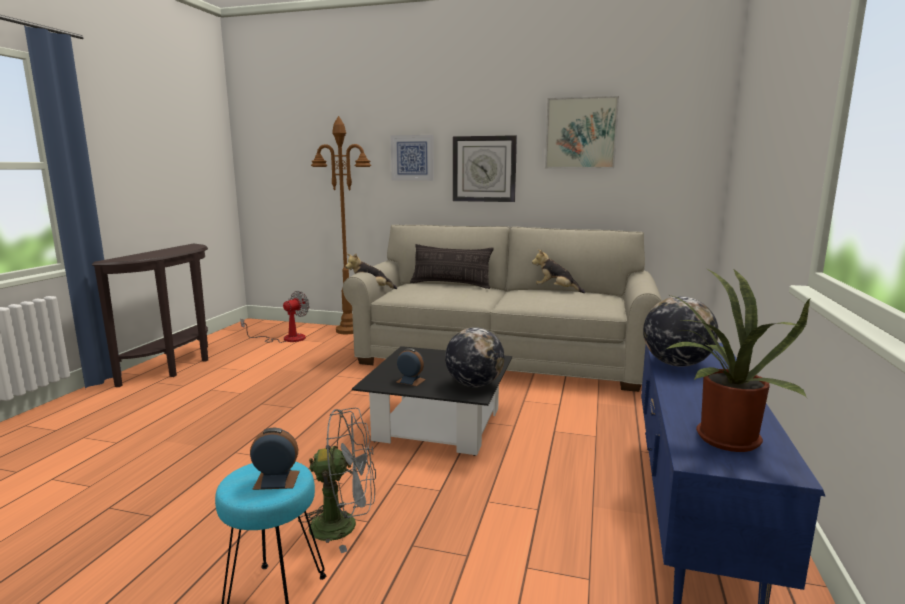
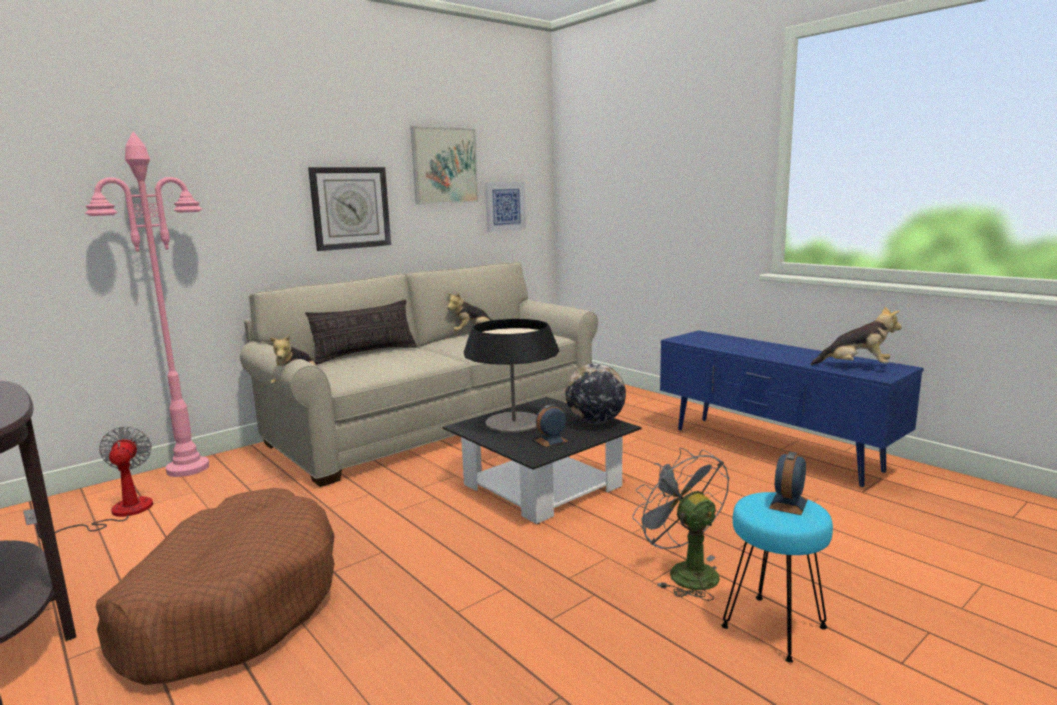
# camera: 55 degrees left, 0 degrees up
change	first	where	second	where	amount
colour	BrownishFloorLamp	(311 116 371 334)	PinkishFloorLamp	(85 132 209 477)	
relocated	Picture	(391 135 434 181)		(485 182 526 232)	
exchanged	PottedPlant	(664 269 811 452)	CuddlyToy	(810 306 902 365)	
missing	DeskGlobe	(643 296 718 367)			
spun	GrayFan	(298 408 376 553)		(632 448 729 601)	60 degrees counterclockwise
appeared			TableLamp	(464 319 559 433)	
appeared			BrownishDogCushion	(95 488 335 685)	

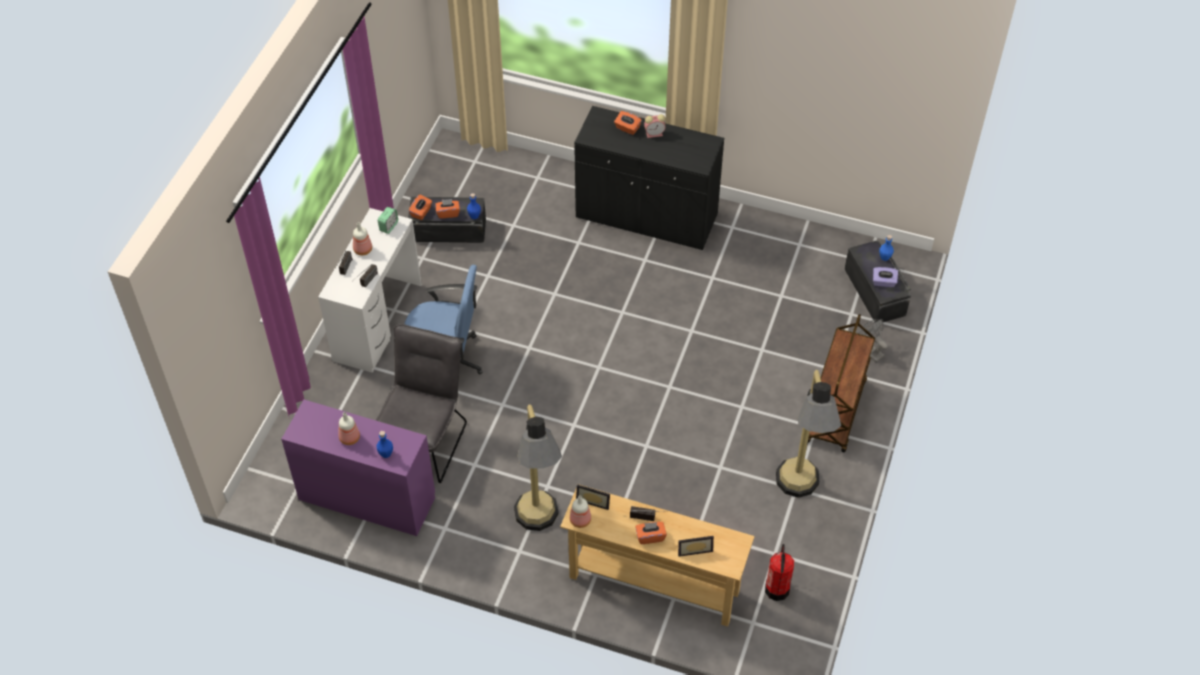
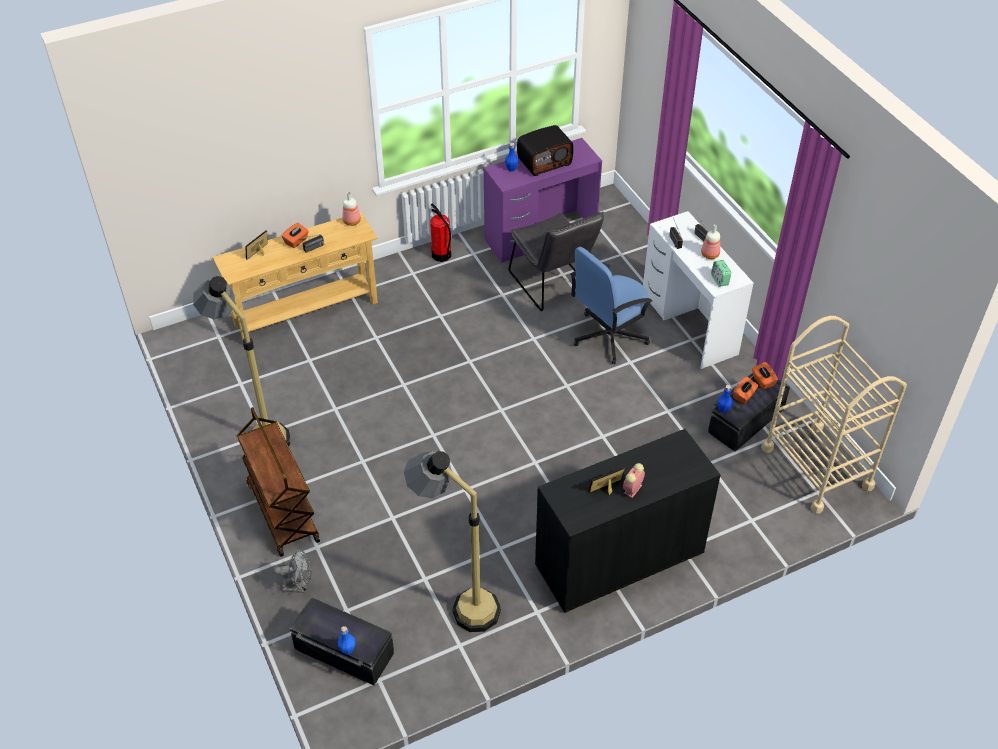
# camera: 135 degrees right, 5 degrees down
change	first	where	second	where	amount
missing	OrangeColouredBoxOfTissues	(614 111 642 135)			
missing	PurplishBoxOfTissues	(873 267 898 287)			
relocated	FloorLamp	(514 404 562 531)		(404 451 501 632)	
exchanged	DrinkBottle	(338 412 360 445)	Radio	(517 125 573 176)	
relocated	StandingFrame	(576 484 610 510)		(589 467 625 495)	
relocated	Extinguisher	(765 544 794 601)		(430 204 451 262)	
appeared			BeigeTrolley	(761 316 907 514)	

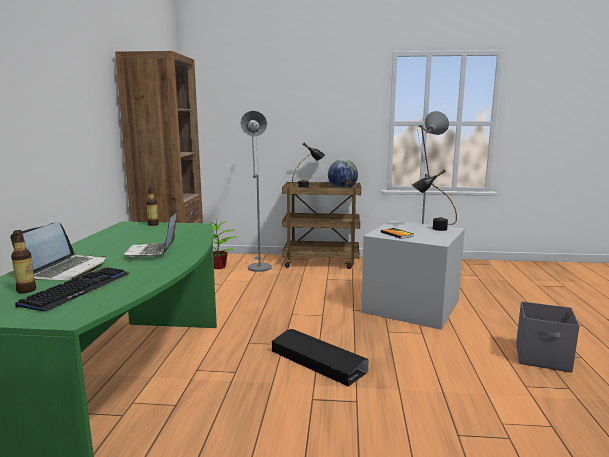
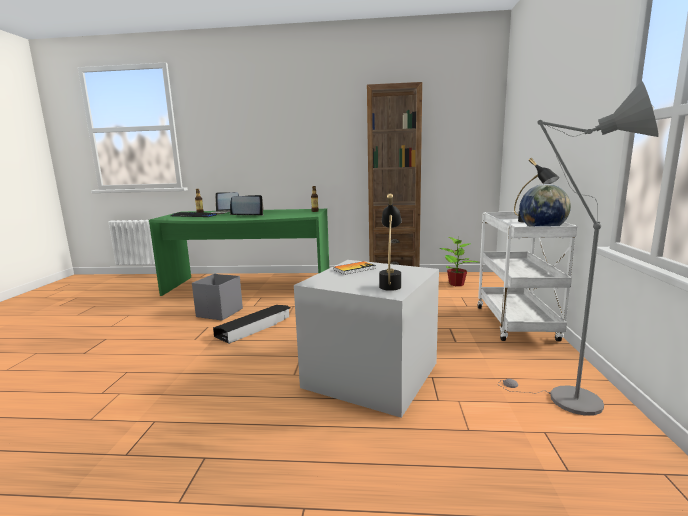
# camera: 90 degrees right, 0 degrees up
change	first	where	second	where	amount
missing	GrayFloorLamp	(240 111 272 272)			
colour	BrownishTrolley	(282 182 361 269)	WhiteColouredTrolley	(477 211 577 341)	
relocated	GrayStorageBox	(516 301 580 373)		(192 274 243 321)	

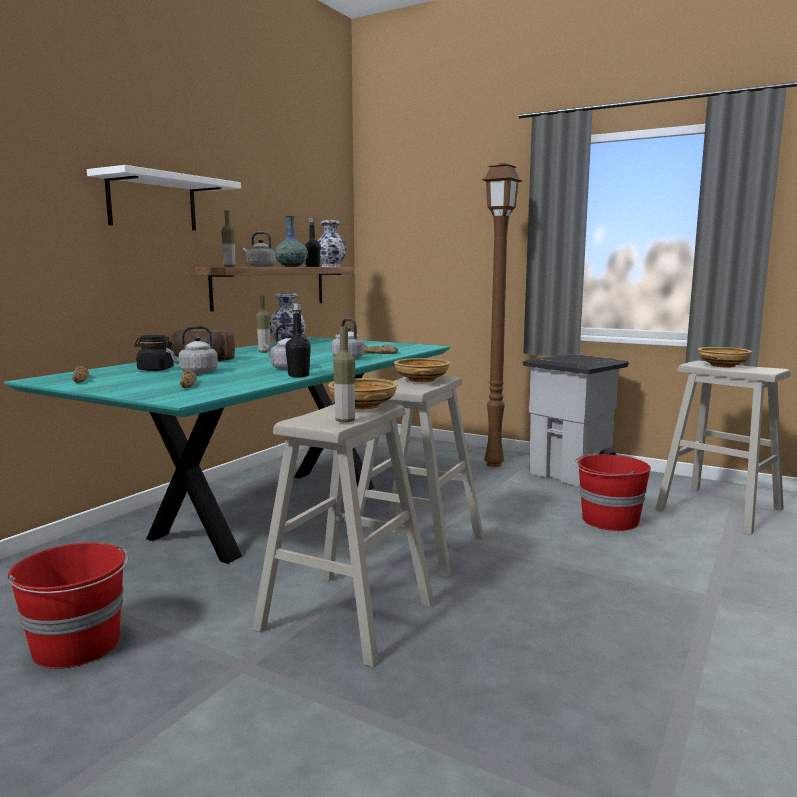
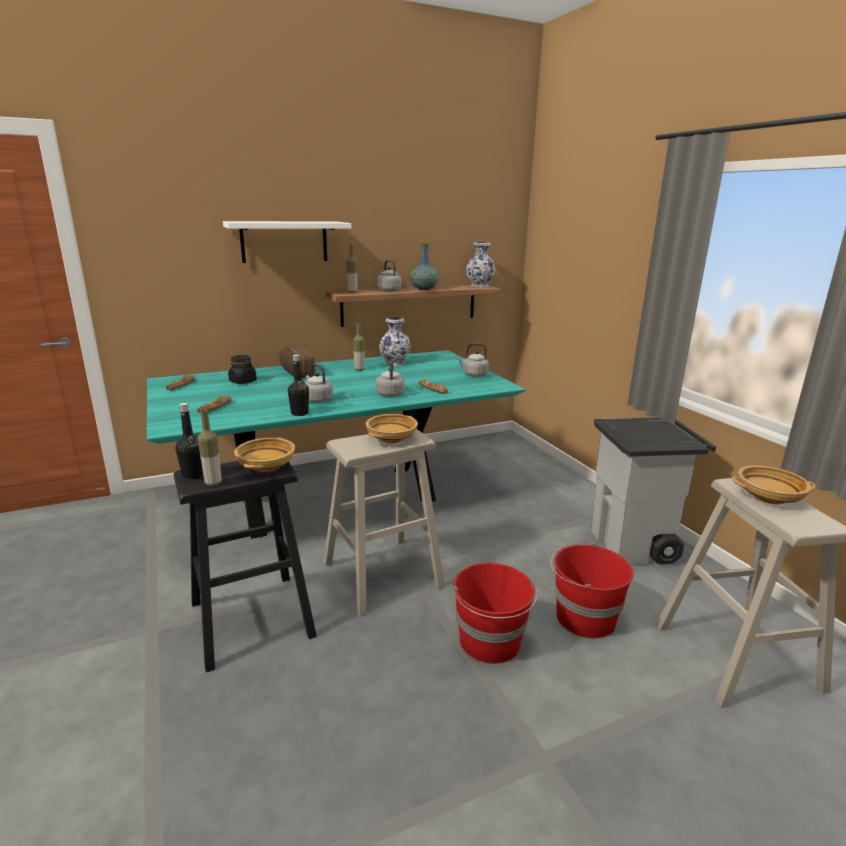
# camera: 35 degrees right, 10 degrees up
change	first	where	second	where	amount
missing	BrownishFloorLamp	(481 163 522 467)			
relocated	BlackDrinkBottle	(304 218 321 267)		(175 403 203 479)	
relocated	GrayKettle	(166 326 218 374)		(457 343 489 377)	
colour	BeigeSittingStool	(252 403 434 667)	BlackSittingStool	(174 461 317 672)	
relocated	ReddishWaterBucket	(8 542 129 669)		(453 563 538 664)	

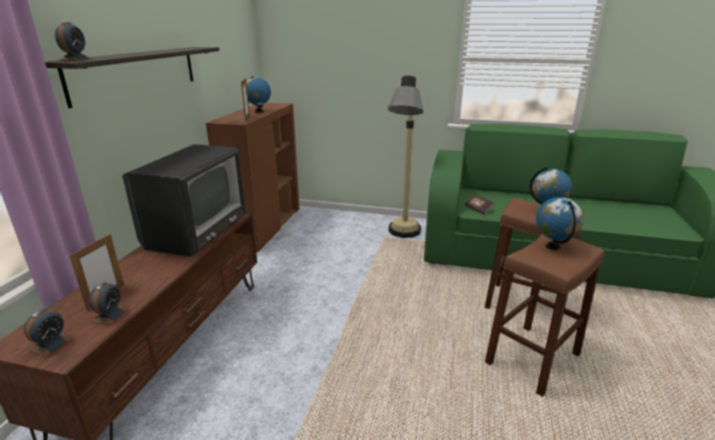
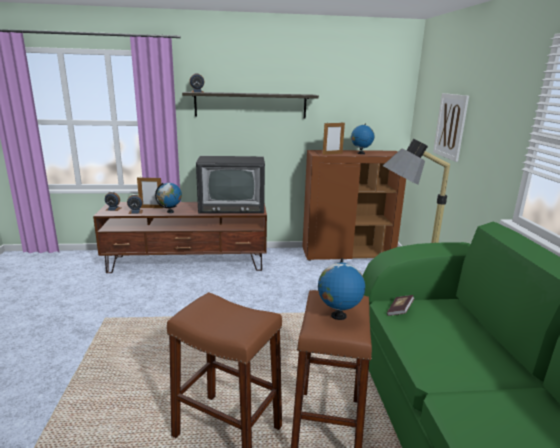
# camera: 70 degrees right, 5 degrees down
change	first	where	second	where	amount
relocated	DeskGlobe	(536 197 583 250)		(155 183 182 213)	
appeared			Picture	(433 93 469 162)	

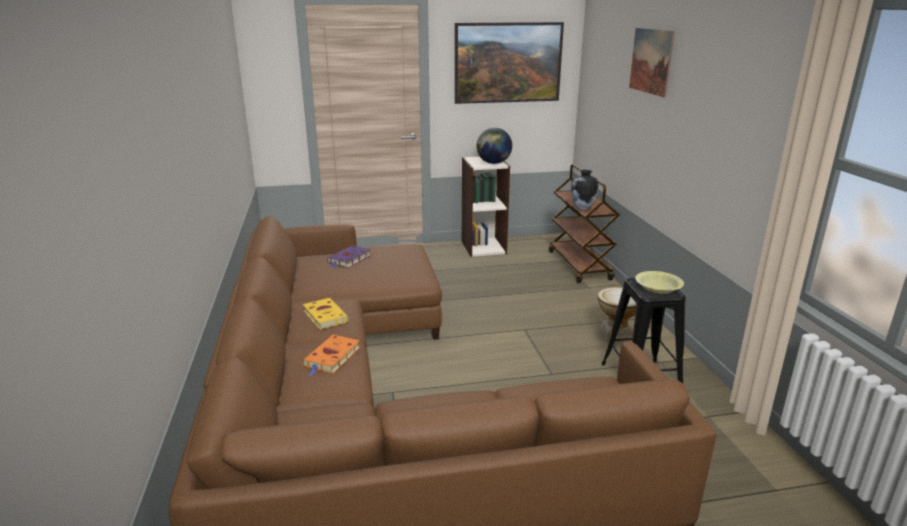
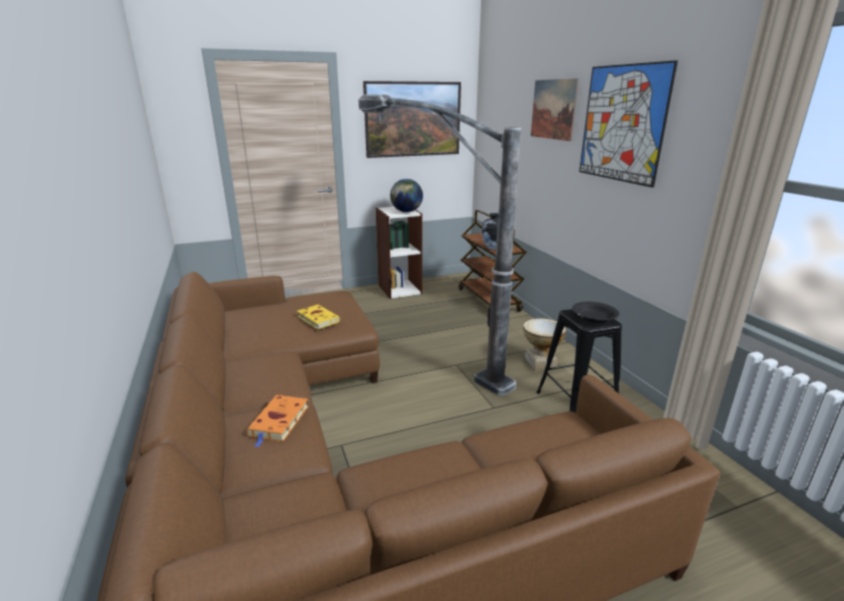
# camera: 10 degrees left, 0 degrees up
change	first	where	second	where	amount
missing	PurplishBook	(327 245 371 268)			
colour	YellowDeepDish	(635 271 684 294)	BlackDeepDish	(572 302 619 323)	
relocated	YellowBook	(303 298 349 330)		(297 305 340 330)	
appeared			Picture	(579 60 678 188)	
appeared			FloorLamp	(359 94 521 396)	

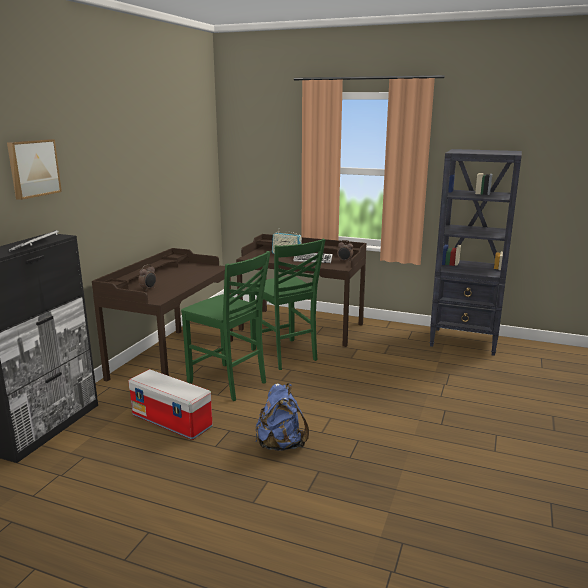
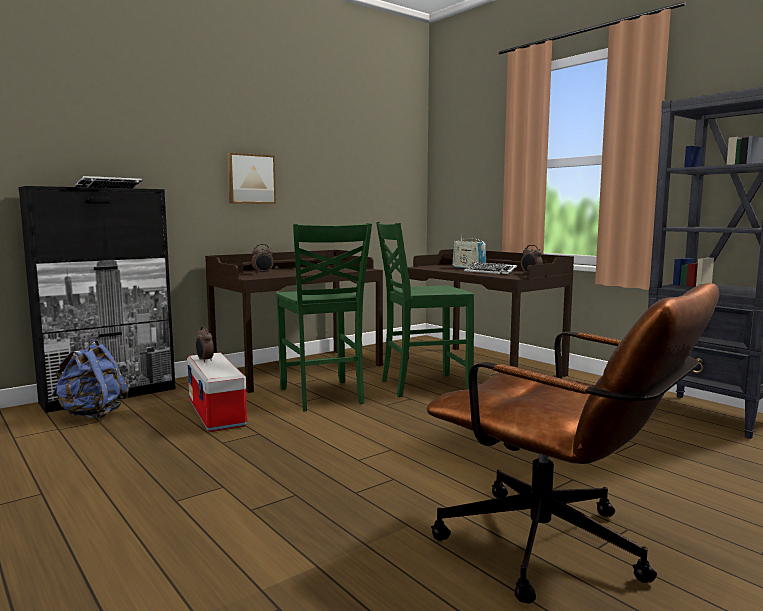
# camera: 30 degrees right, 10 degrees down
change	first	where	second	where	amount
relocated	Picture	(7 139 62 200)		(227 153 276 204)	
spun	GreenChair	(249 239 325 370)		(376 222 474 397)	75 degrees clockwise
relocated	BlueBackpack	(256 383 309 451)		(52 339 129 419)	
appeared			BrownishComputerChair	(427 283 719 604)	
appeared			TableClock	(196 326 214 363)	

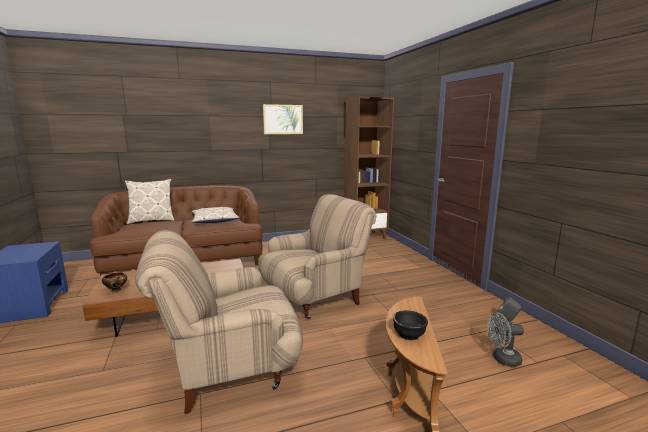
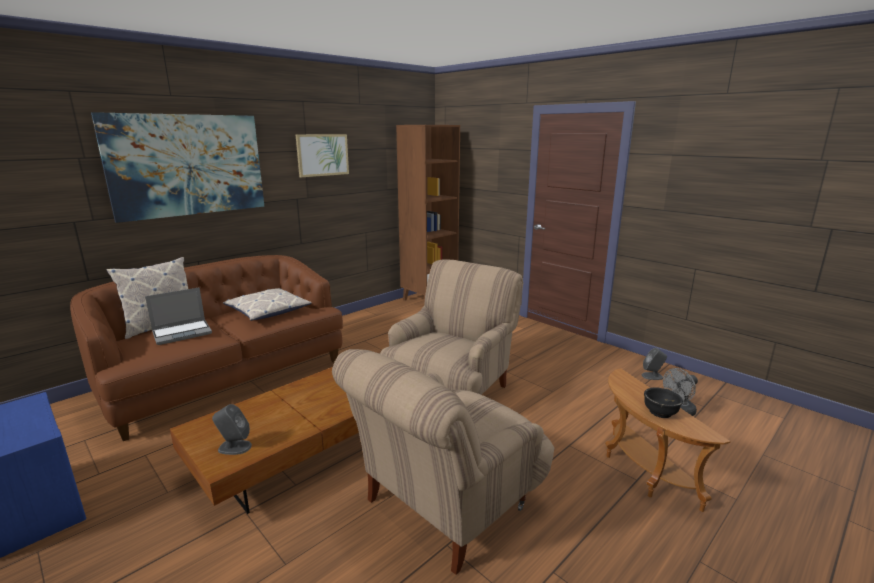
# camera: 25 degrees left, 5 degrees up
change	first	where	second	where	amount
exchanged	DeepDish	(102 272 127 292)	GrayAudioSpeaker	(212 404 252 455)	
appeared			Picture	(91 112 264 223)	
appeared			NotebookComputer	(145 287 212 345)	

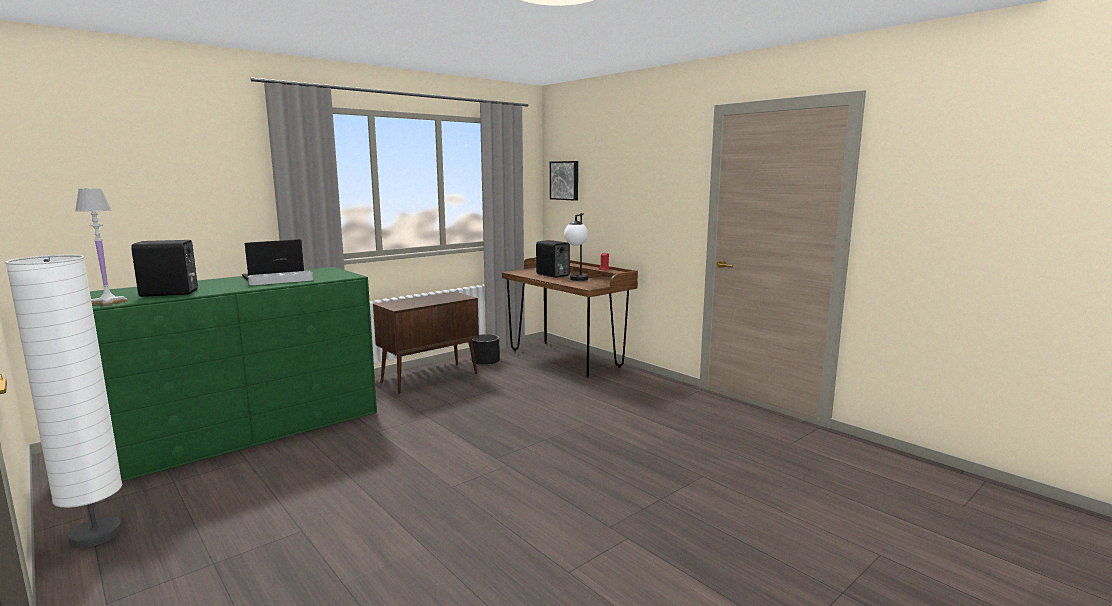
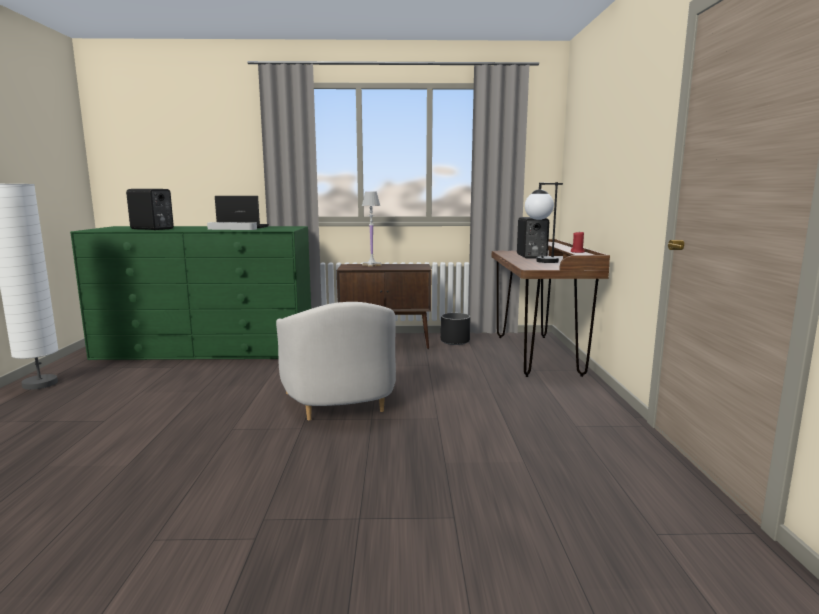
# camera: 40 degrees right, 0 degrees up
change	first	where	second	where	amount
missing	Picture	(550 161 578 201)			
relocated	WhiteColouredTableLamp	(75 188 127 306)		(362 191 382 267)	
appeared			WhiteColouredArmchair	(276 302 396 420)	

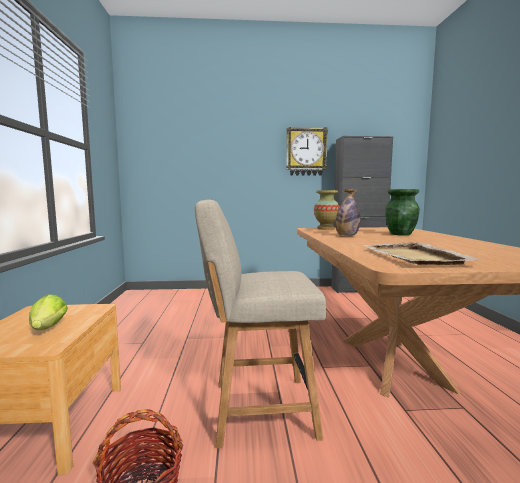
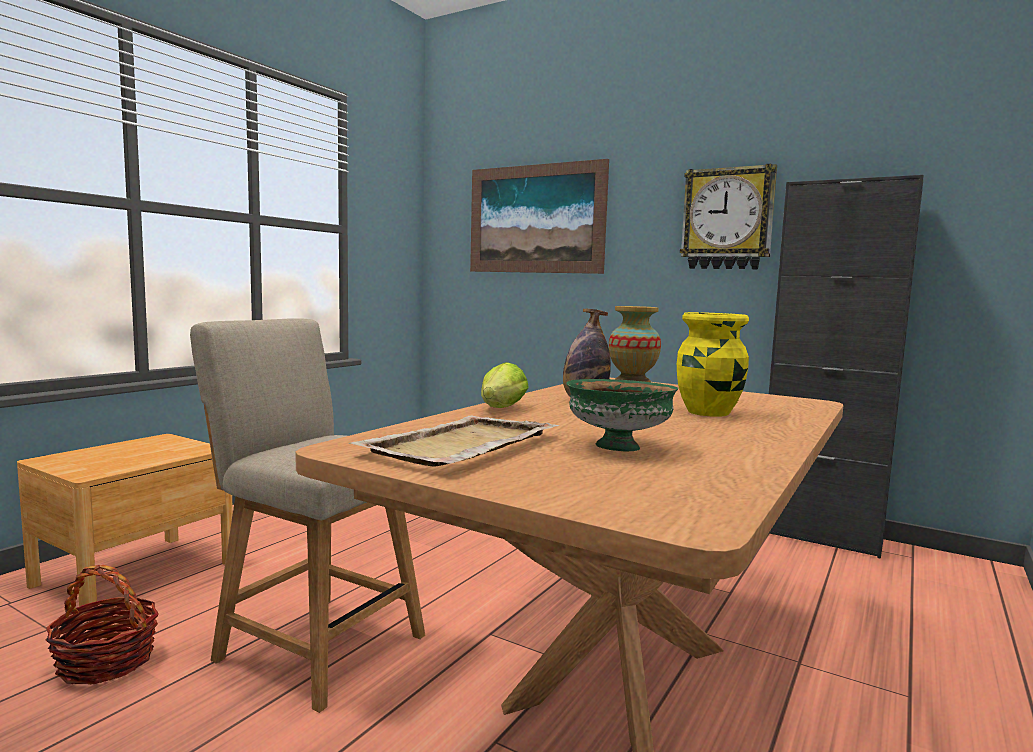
# camera: 35 degrees right, 0 degrees up
change	first	where	second	where	amount
colour	GreenFlowerVase	(385 189 419 236)	YellowFlowerVase	(677 312 749 417)	
relocated	LettuceHead	(29 294 68 330)		(481 362 529 408)	
appeared			Picture	(470 159 609 274)	
appeared			GreenDeepDish	(566 379 678 451)	

